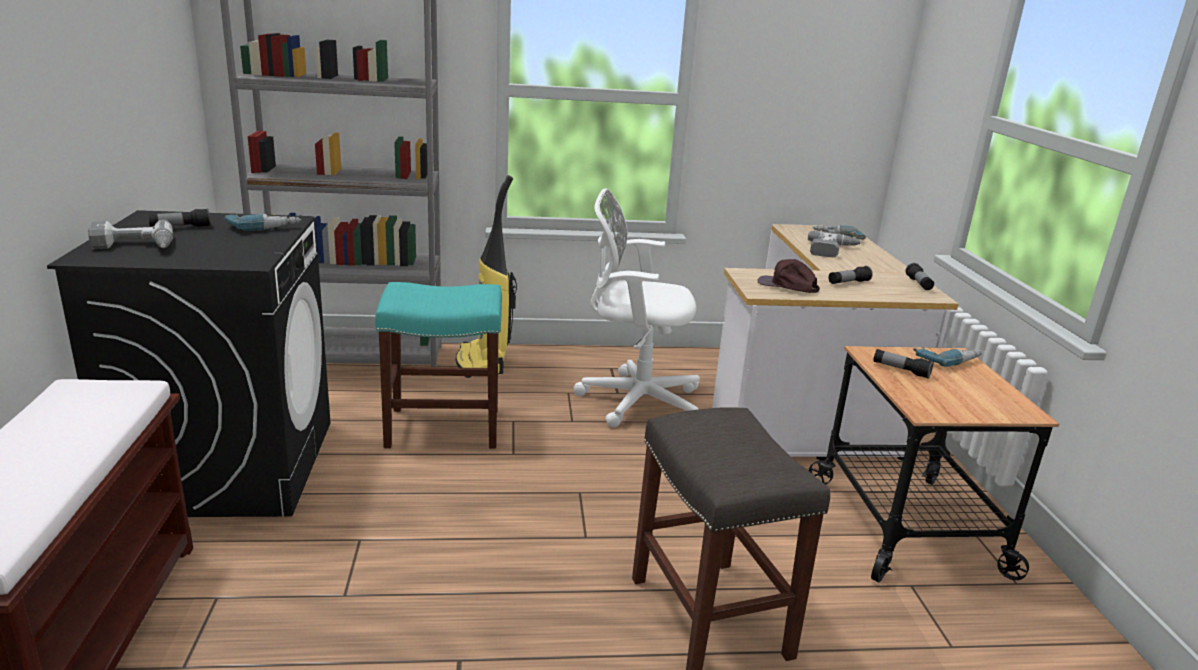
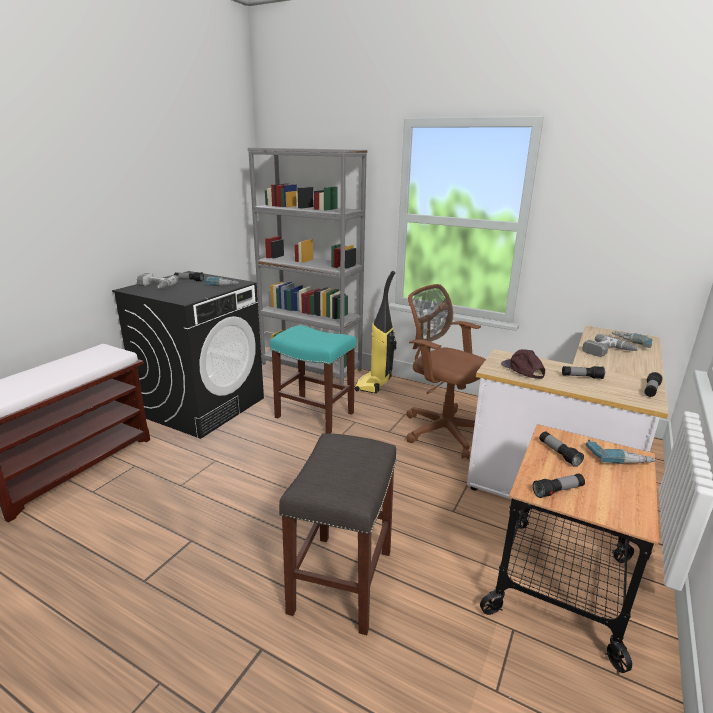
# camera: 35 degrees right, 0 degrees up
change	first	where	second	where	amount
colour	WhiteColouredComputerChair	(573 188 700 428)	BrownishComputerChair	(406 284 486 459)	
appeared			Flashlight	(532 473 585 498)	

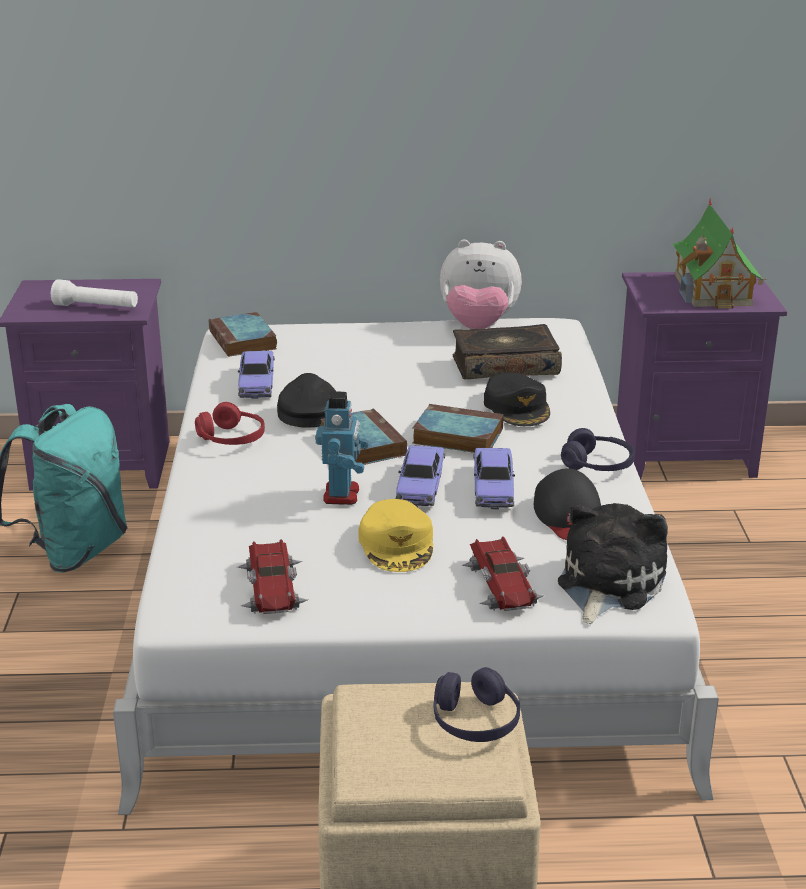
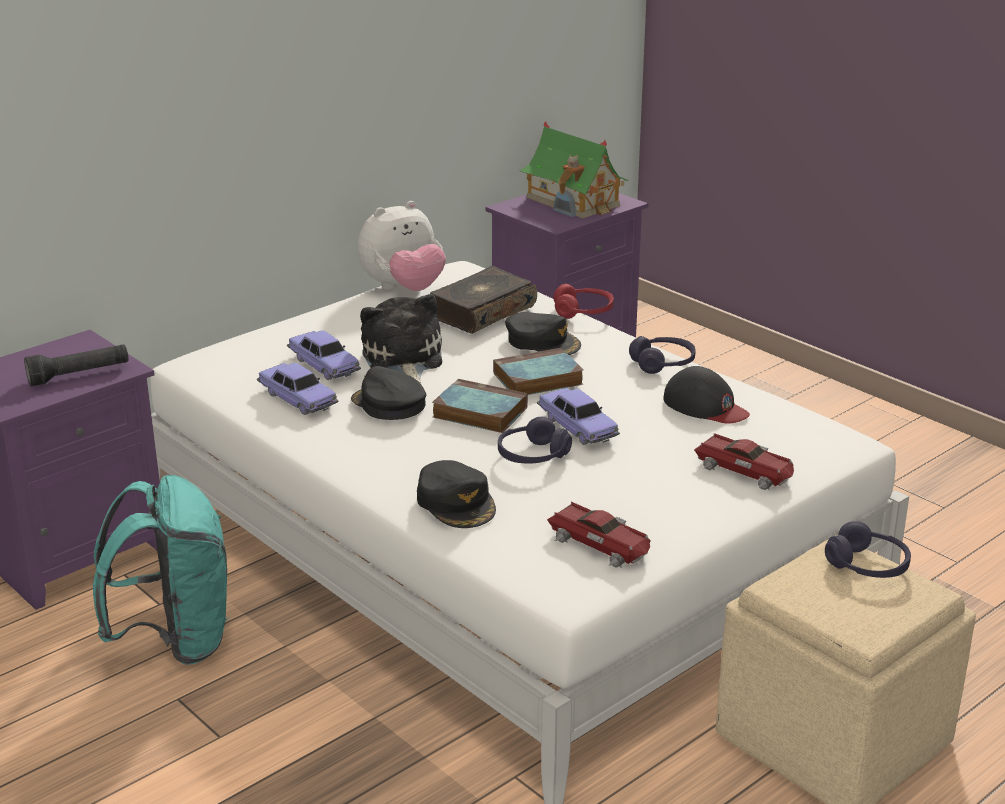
# camera: 40 degrees left, 0 degrees up
change	first	where	second	where	amount
colour	WhiteColouredFlashlight	(51 279 138 308)	BlackFlashlight	(24 344 128 386)	
missing	Book	(209 312 277 357)			
exchanged	ToyRobot	(315 391 369 505)	PurplishHeadphones	(498 417 572 464)	
relocated	ReddishHeadphones	(195 402 265 445)		(554 284 614 319)	
relocated	ModelCar	(473 448 515 509)		(287 330 361 380)	
missing	YellowCap	(358 499 433 572)			
relocated	CuddlyToy	(558 503 668 624)		(360 294 442 384)	
appeared			BlackCap	(417 460 496 528)	

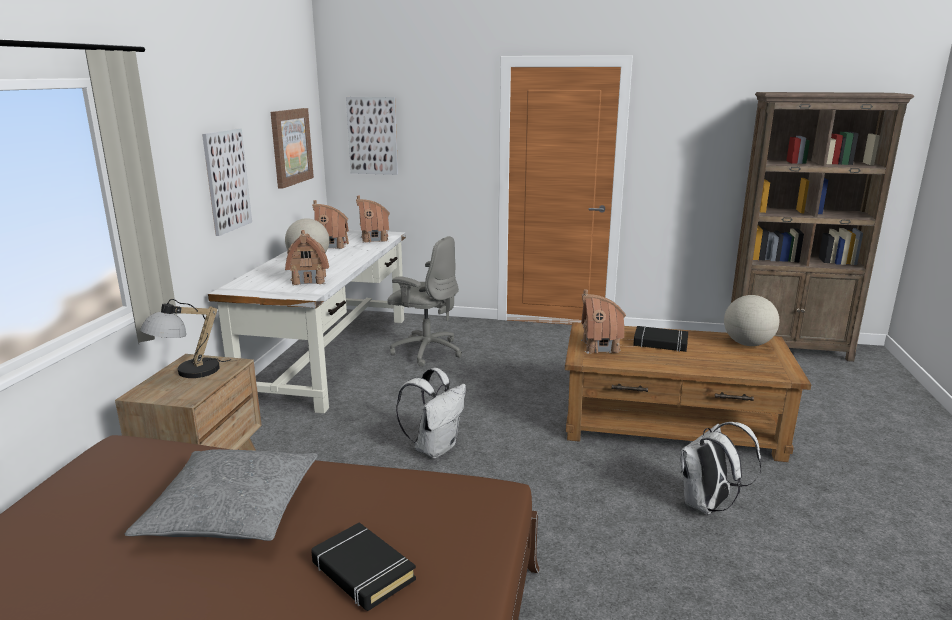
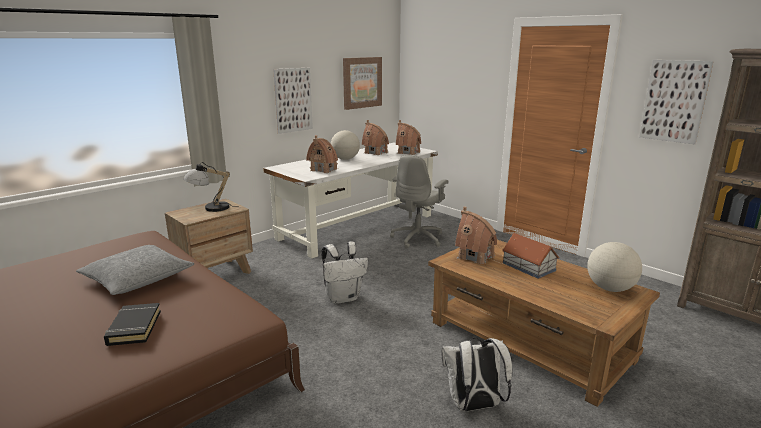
# camera: 35 degrees right, 0 degrees up
change	first	where	second	where	amount
relocated	Picture	(346 97 398 175)		(639 60 714 145)	
spun	GrayComputerChair	(387 236 462 367)		(390 155 448 249)	60 degrees clockwise
exchanged	BlackBook	(633 326 688 352)	ToyHouse	(502 233 559 279)	

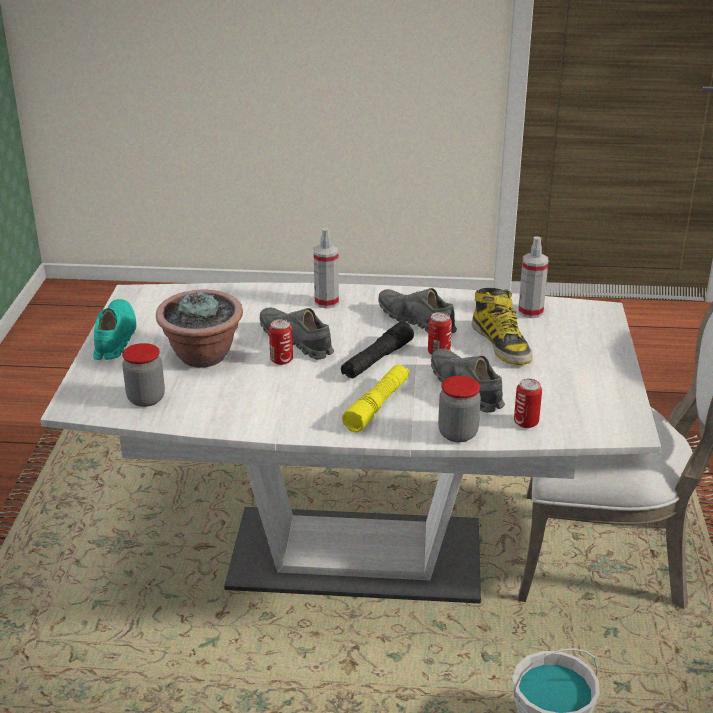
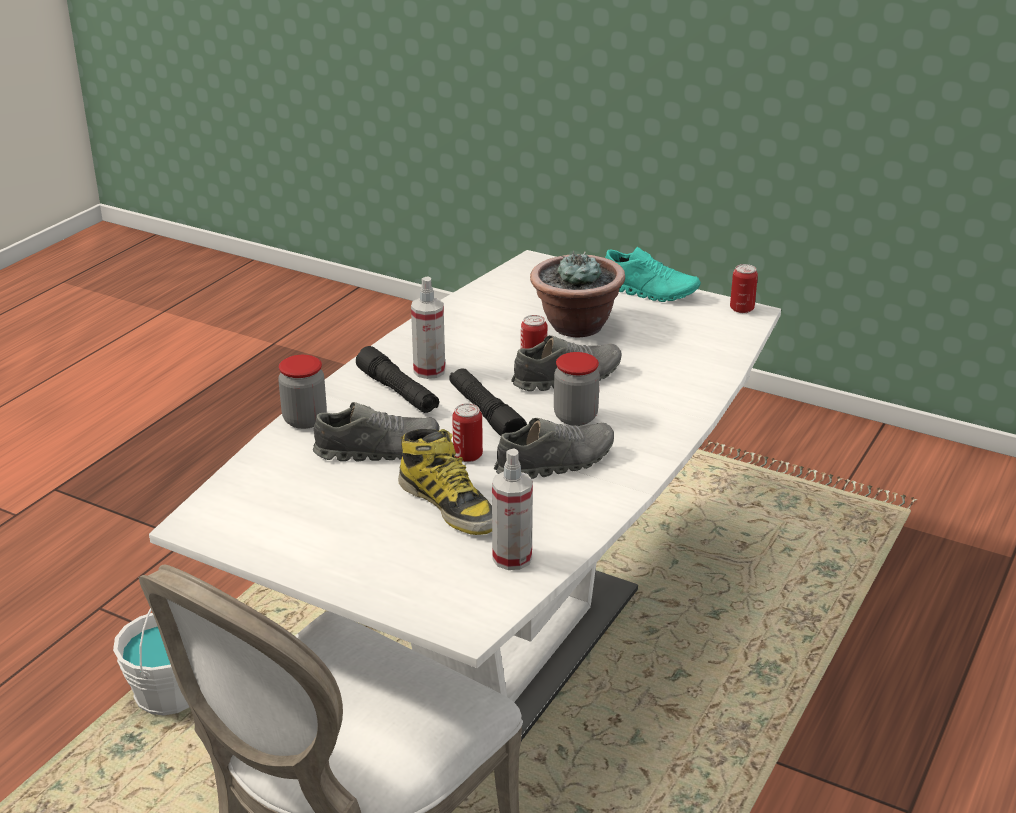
# camera: 115 degrees right, 0 degrees up
change	first	where	second	where	amount
relocated	SprayBottle	(314 228 339 309)		(411 276 445 379)	
spun	HighTopBoot	(471 288 532 365)		(398 429 492 535)	135 degrees counterclockwise
relocated	Jar	(122 343 165 407)		(554 352 600 426)	
colour	YellowFlashlight	(342 365 409 432)	BlackFlashlight	(356 346 439 413)	
relocated	Can	(514 379 542 428)		(730 264 758 313)	

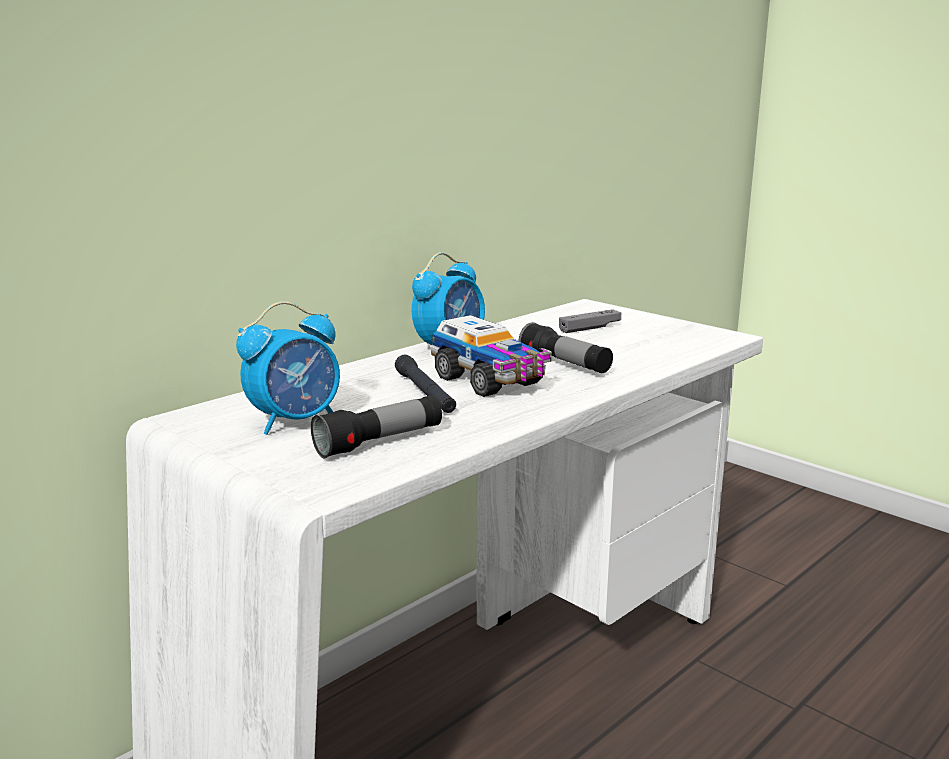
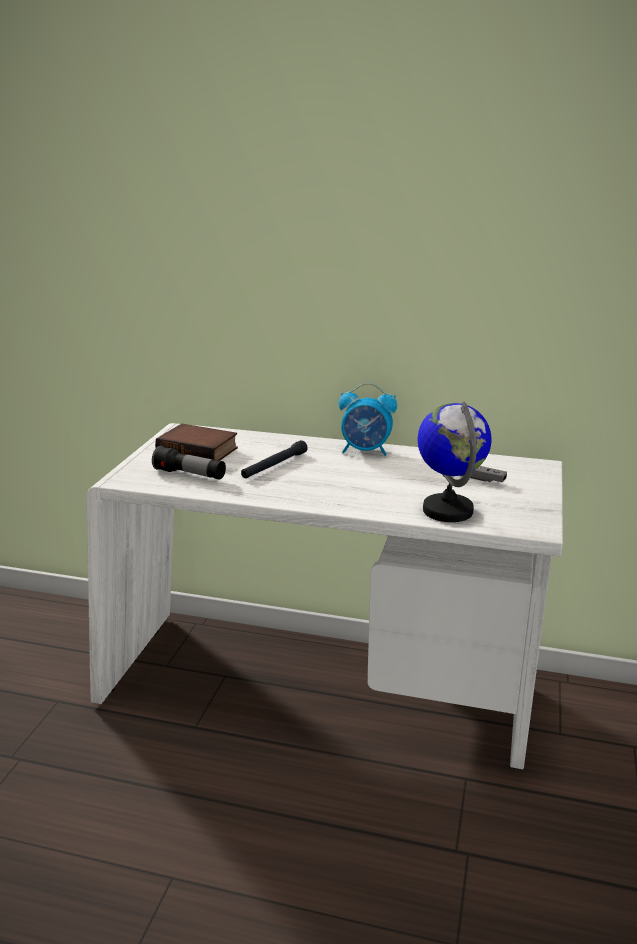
# camera: 60 degrees right, 5 degrees up
change	first	where	second	where	amount
exchanged	TableClock	(236 301 340 435)	Book	(155 424 238 461)	
missing	ToyTruck	(430 315 552 397)			
missing	Flashlight	(519 322 613 373)			
appeared			DeskGlobe	(418 401 492 522)	

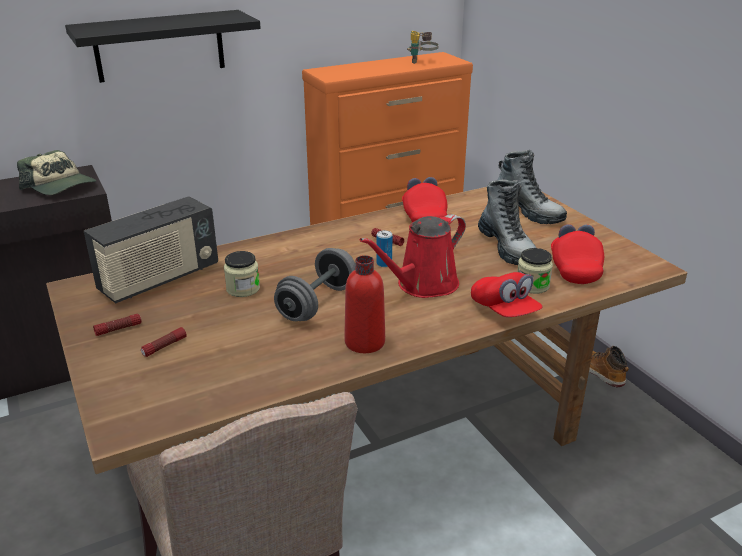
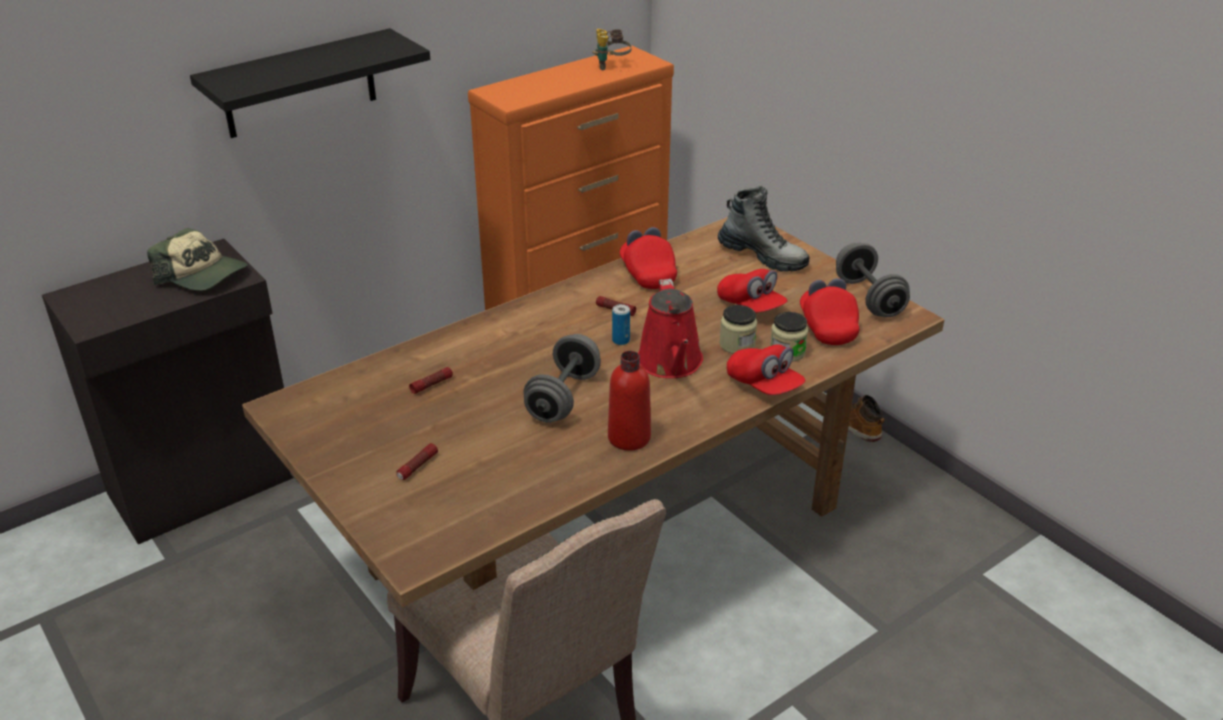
# camera: 10 degrees left, 5 degrees up
change	first	where	second	where	amount
exchanged	HighTopBoot	(478 179 536 265)	ReddishCap	(717 269 788 313)	
missing	Radio	(84 196 218 303)			
spun	ReddishWateringPot	(360 214 466 298)		(638 279 703 378)	45 degrees counterclockwise
relocated	Jar	(224 251 260 297)		(719 305 757 354)	
relocated	Flashlight	(93 314 142 336)		(409 367 453 394)	
appeared			GrayFreeWeight	(836 243 910 317)	

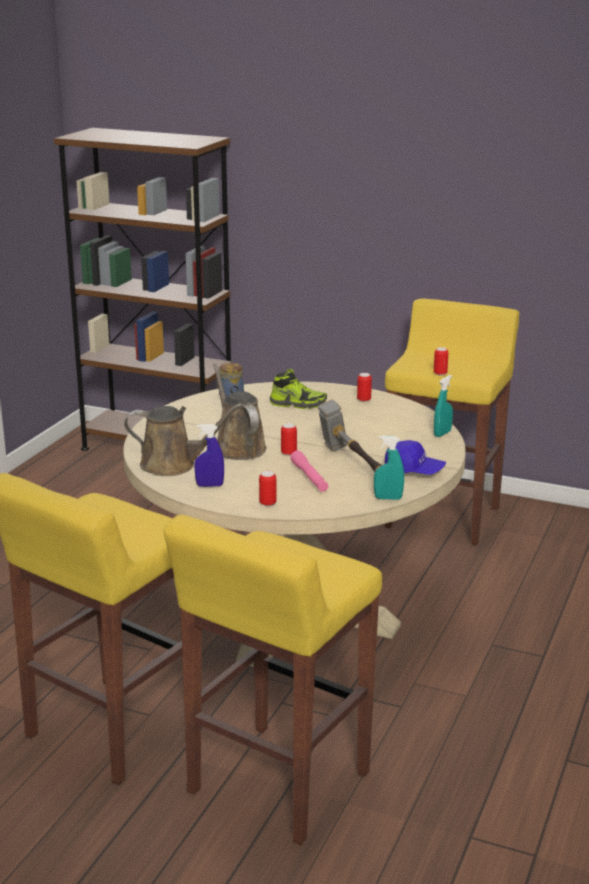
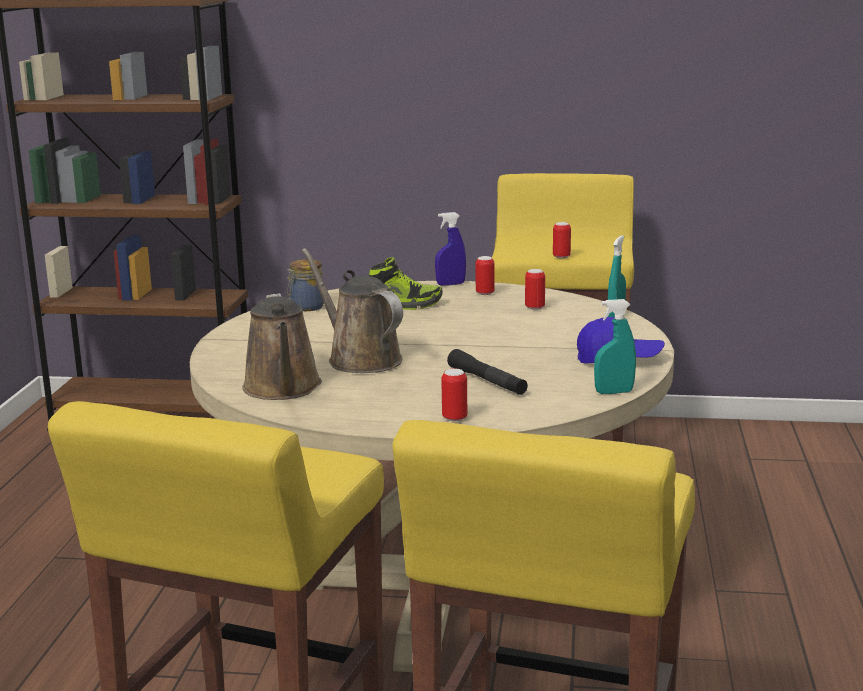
# camera: 15 degrees left, 5 degrees down
change	first	where	second	where	amount
missing	ToolHammer	(318 400 382 472)			
spun	BrownishWateringPot	(124 403 243 476)		(242 293 322 400)	90 degrees clockwise
relocated	Can	(281 423 297 456)		(525 269 545 310)	
relocated	BlueSprayBottle	(194 424 224 487)		(435 212 466 286)	
colour	PinkishFlashlight	(290 451 328 492)	BlackFlashlight	(447 349 528 395)	

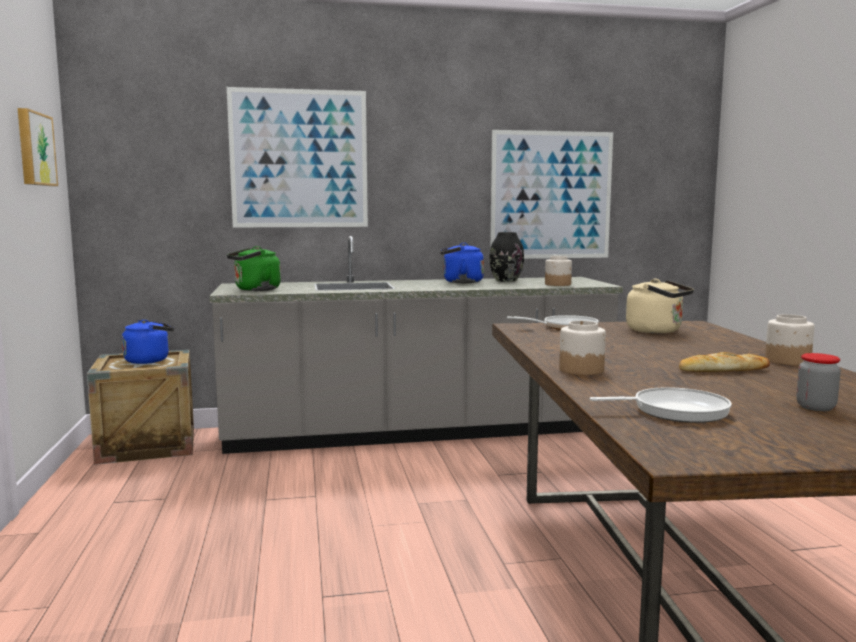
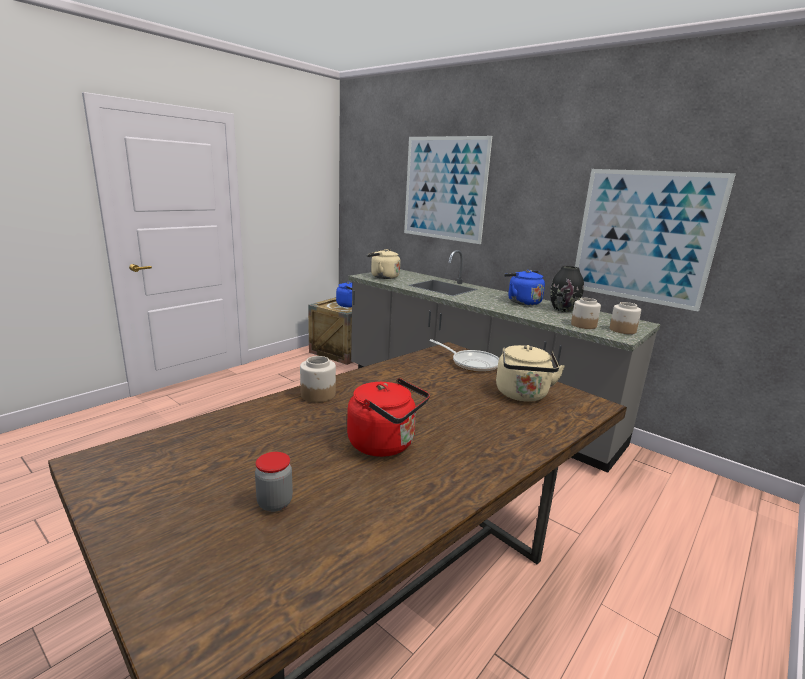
# camera: 50 degrees right, 10 degrees up
change	first	where	second	where	amount
missing	Picture	(18 108 58 186)			
colour	GreenKettle	(227 246 281 291)	BeigeKettle	(367 249 400 279)	
relocated	Jar	(765 314 815 365)		(610 302 641 334)	
exchanged	BakedBread	(679 352 770 372)	ReddishKettle	(347 378 430 457)	
missing	FryingPan	(590 387 732 423)			

